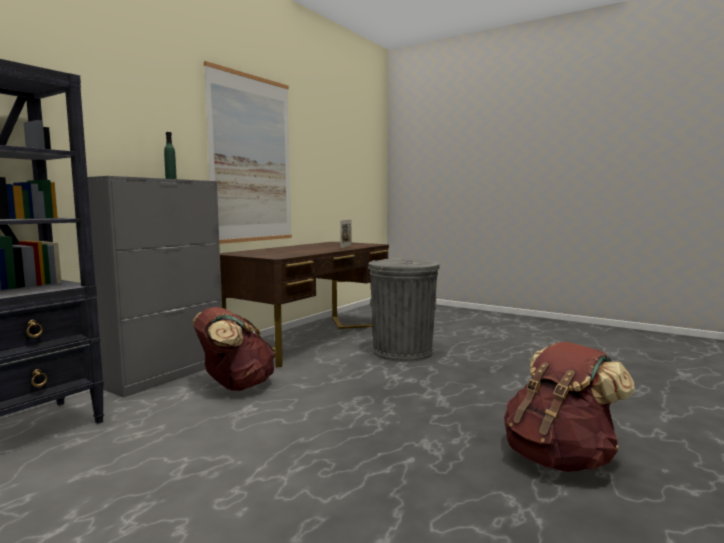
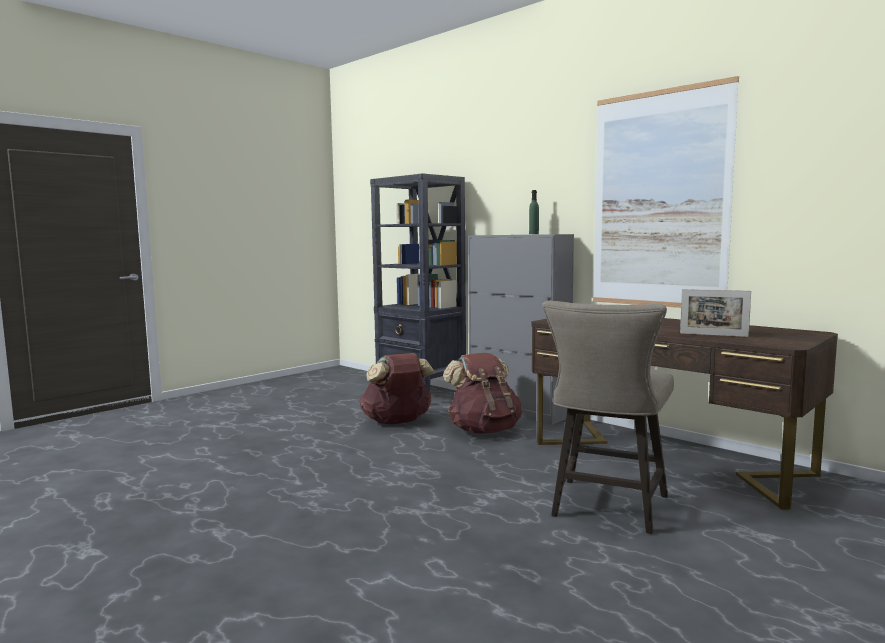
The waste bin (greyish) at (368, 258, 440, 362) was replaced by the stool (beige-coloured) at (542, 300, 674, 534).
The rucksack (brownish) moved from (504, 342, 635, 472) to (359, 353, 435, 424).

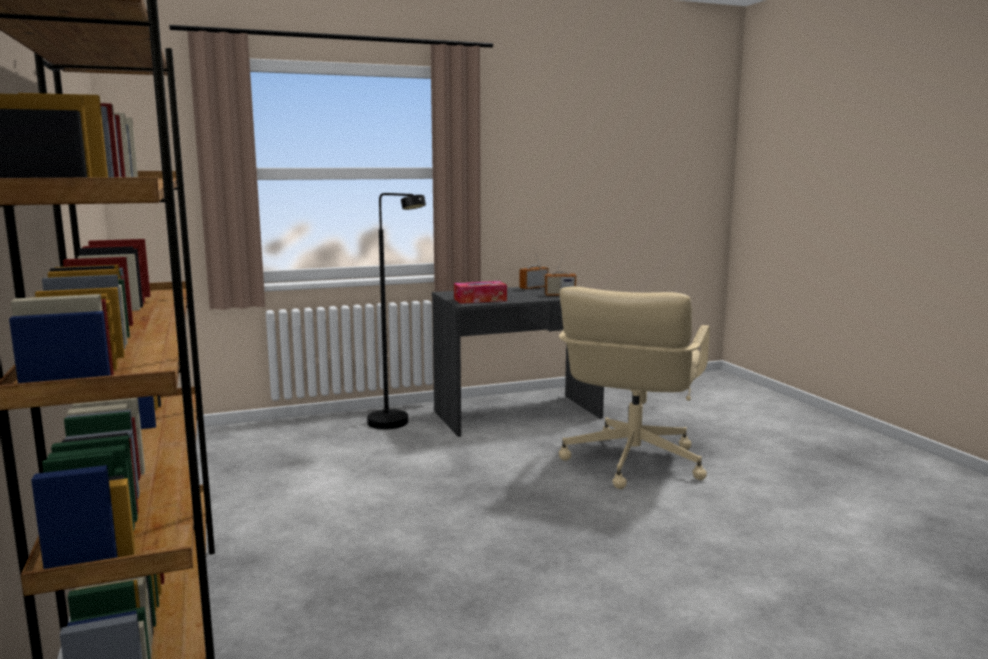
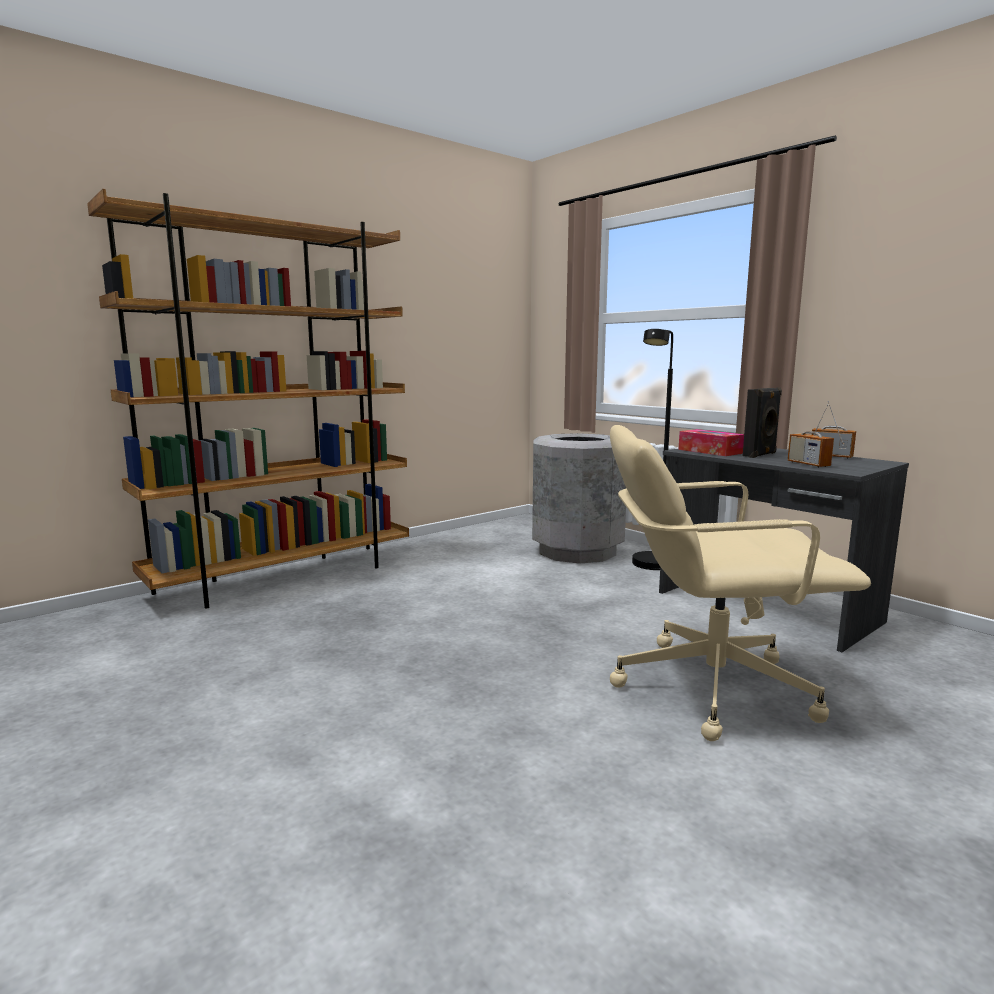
The waste bin (greyish) at (532, 433, 626, 564) appeared.
The speaker (blackish) at (743, 388, 782, 458) appeared.

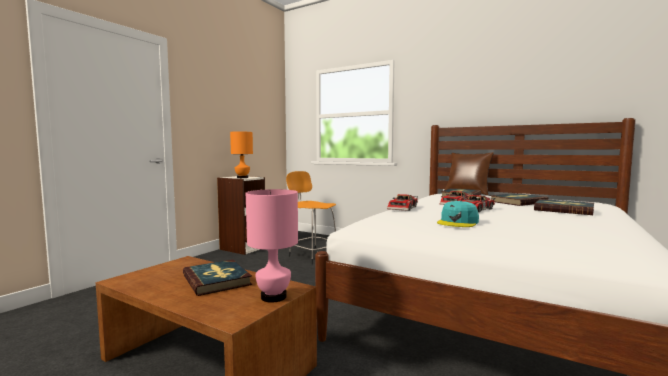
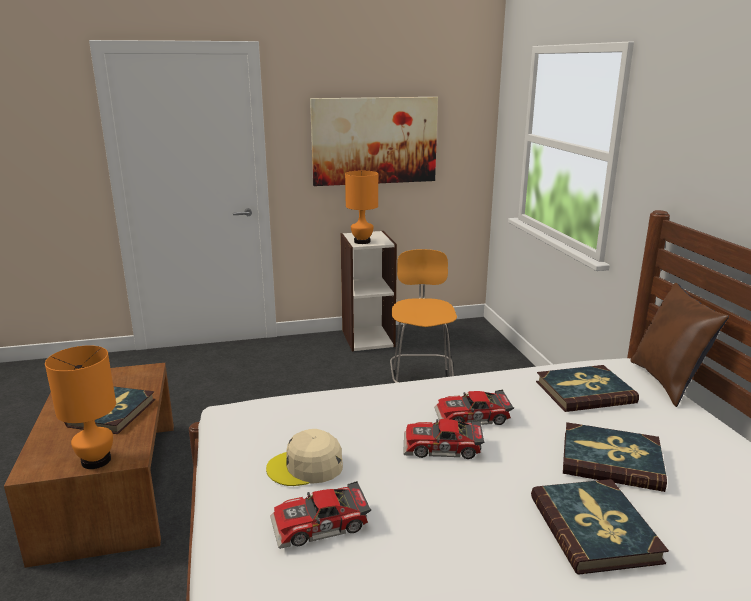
The table lamp (pink-coloured) at (246, 189, 298, 303) became the table lamp (orange) at (45, 345, 116, 469).
The model car moved from (387, 194, 418, 211) to (270, 481, 371, 549).
The peaked cap (blue-green) at (437, 201, 479, 227) became the peaked cap (beige-coloured) at (266, 429, 343, 486).
The wall art at (310, 97, 438, 186) appeared.

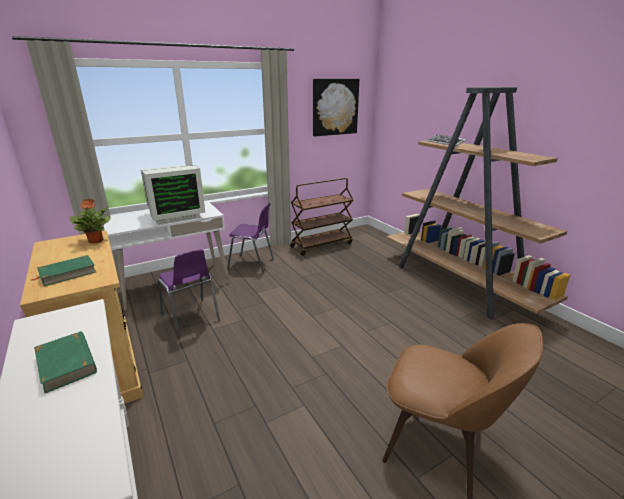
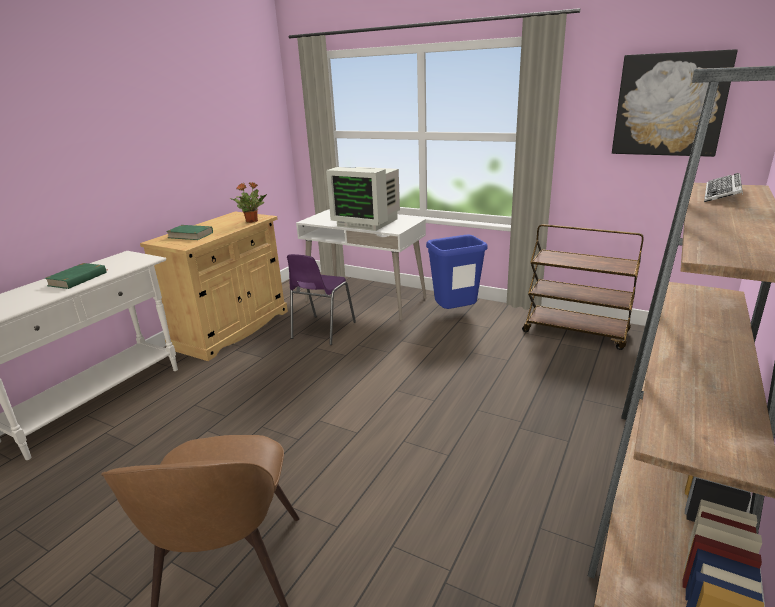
The chair (purple) at (227, 203, 274, 273) was replaced by the waste bin (blue) at (426, 235, 487, 309).

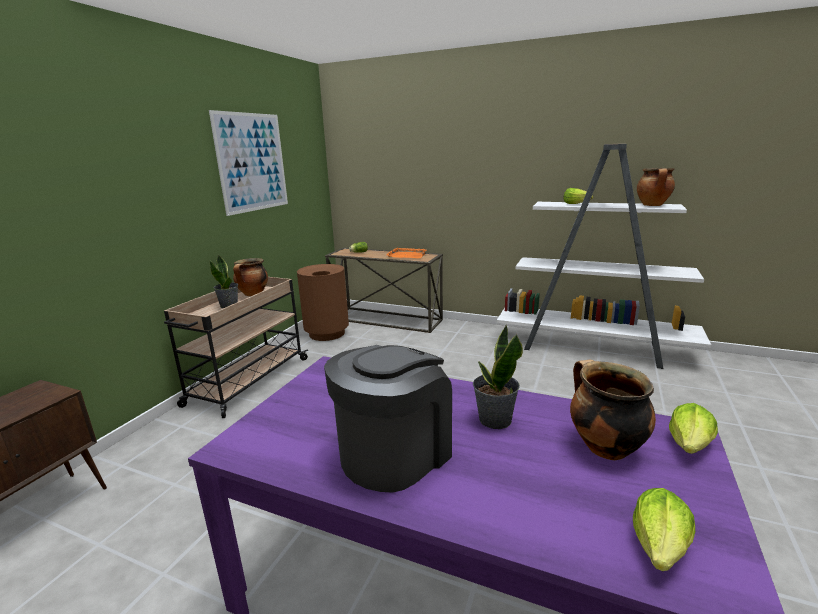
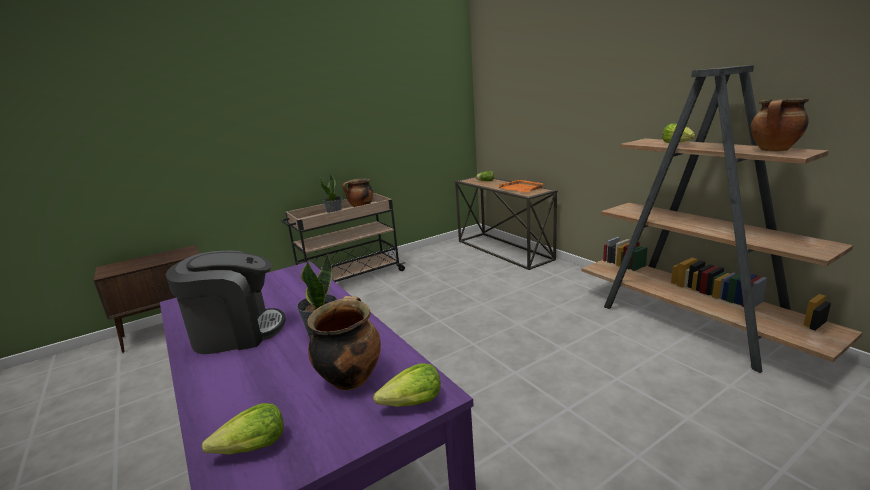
The wall art at (209, 110, 288, 216) disappeared.
The waste bin (brownish) at (297, 264, 349, 341) disappeared.
The bookshelf (white) at (497, 143, 711, 369) became the bookshelf (brownish) at (582, 65, 862, 373).

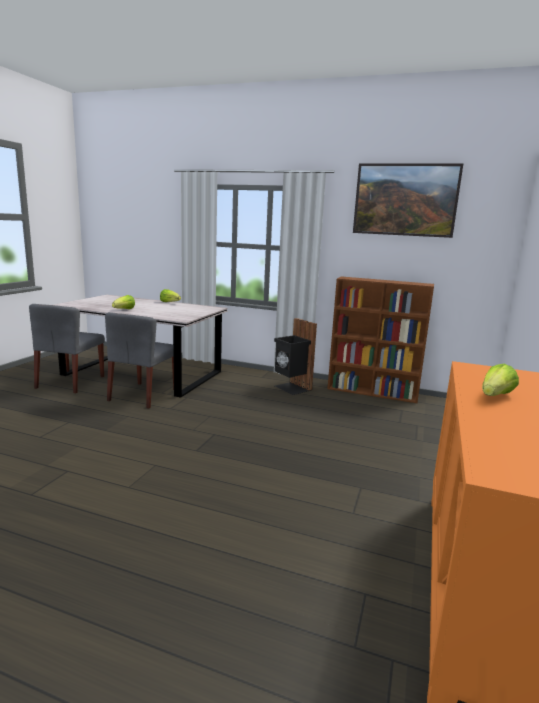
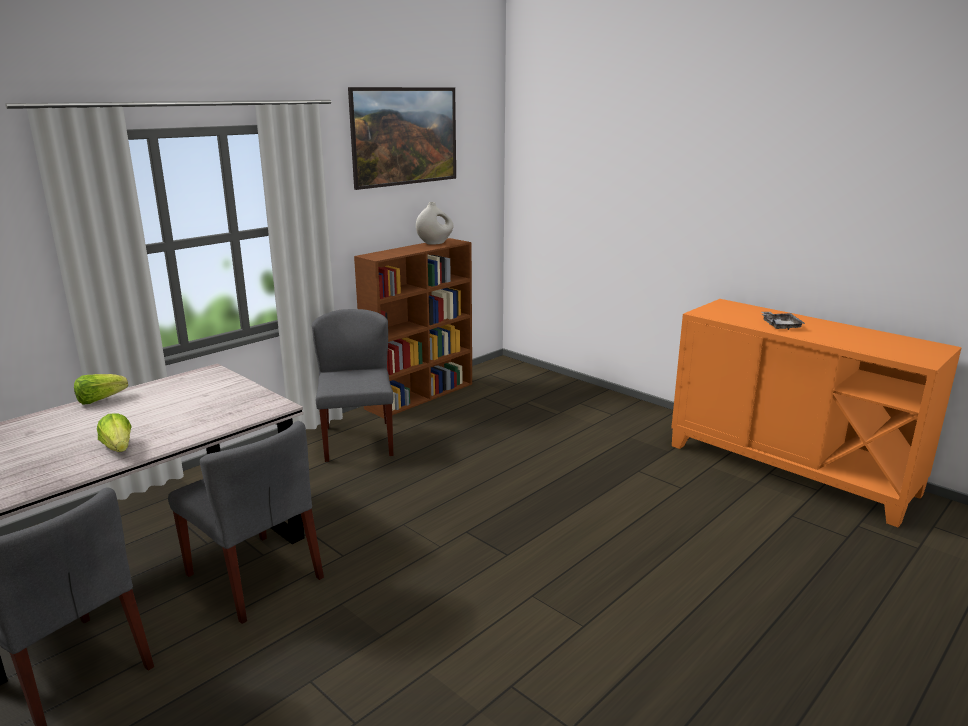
The waste bin (blackish) at (274, 318, 317, 395) was replaced by the chair (greyish) at (312, 309, 394, 462).
The lettuce at (482, 364, 519, 396) was replaced by the serving tray (greyish) at (762, 312, 806, 330).
The vase (white) at (416, 202, 453, 245) appeared.

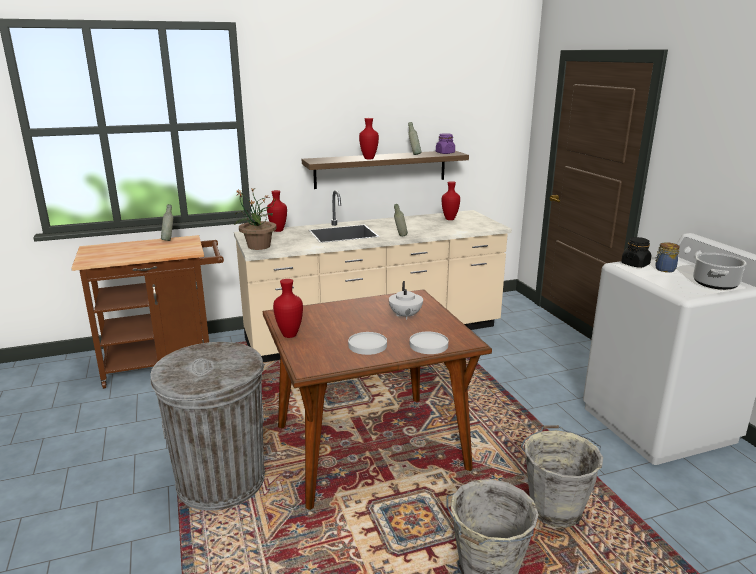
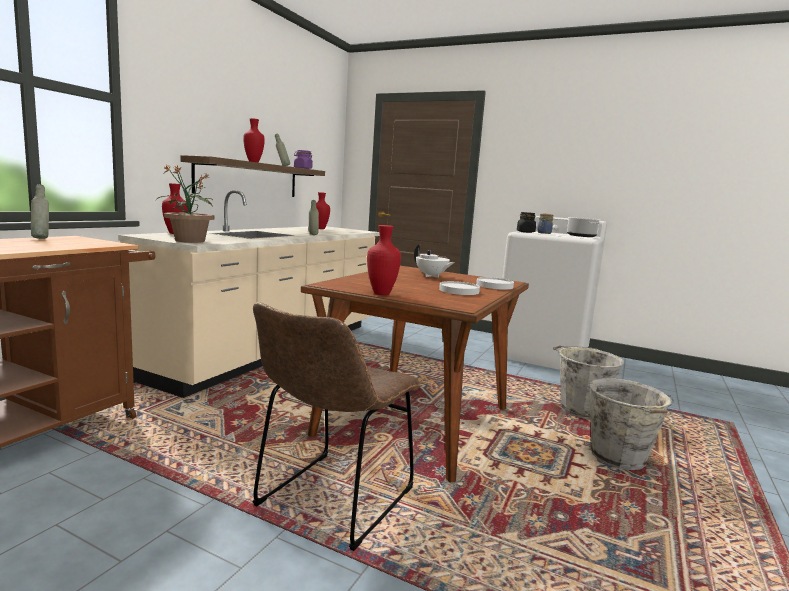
The waste bin (greyish) at (150, 342, 265, 511) was replaced by the chair (brownish) at (252, 302, 420, 551).

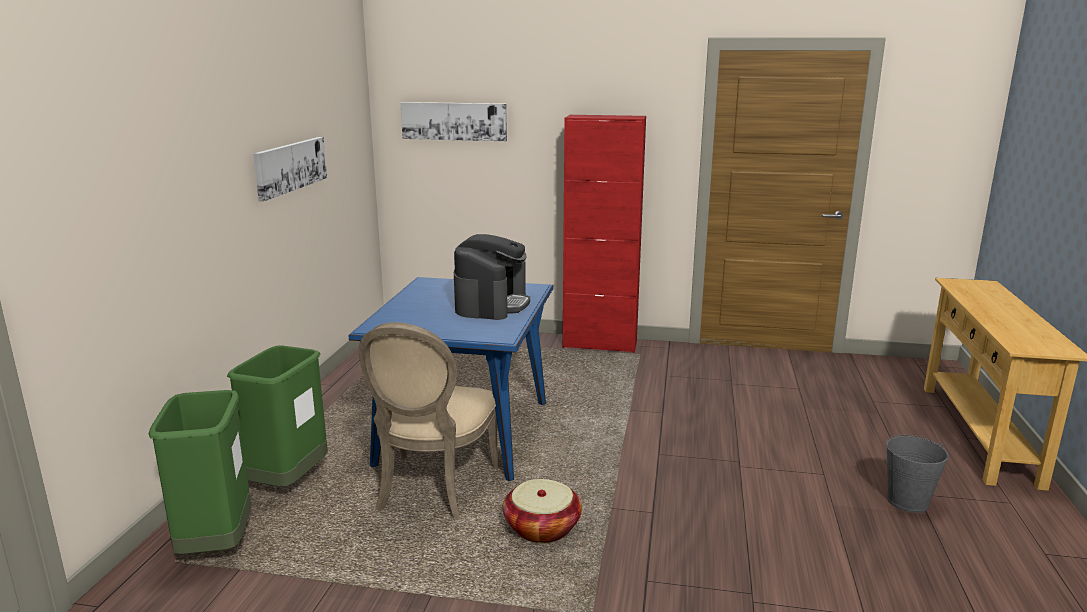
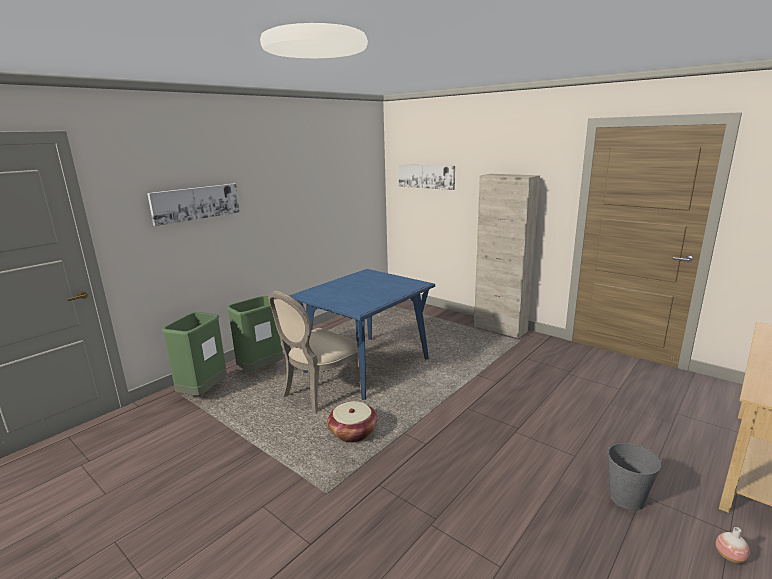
The wall art moved from (253, 137, 327, 201) to (147, 184, 240, 226).
The coffee machine at (454, 234, 530, 320) disappeared.
The storage cabinet (reddish) at (563, 115, 646, 353) became the storage cabinet (beige-coloured) at (474, 174, 540, 339).
The vase at (716, 527, 750, 563) appeared.

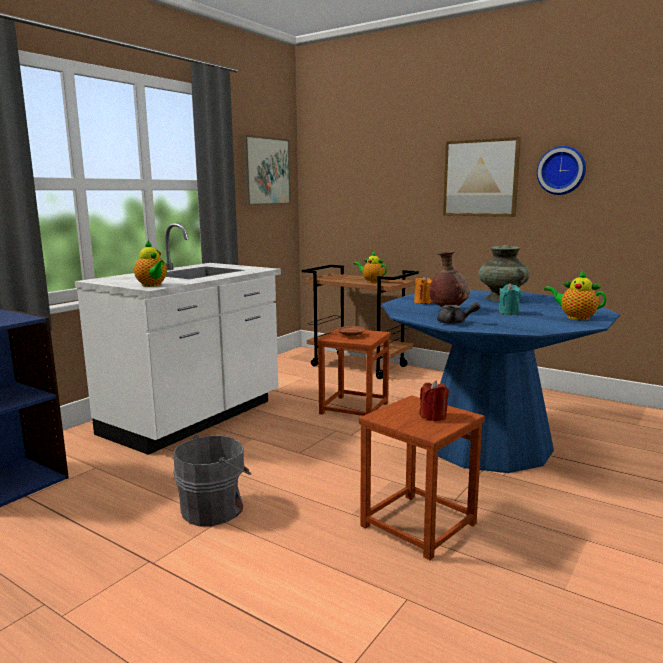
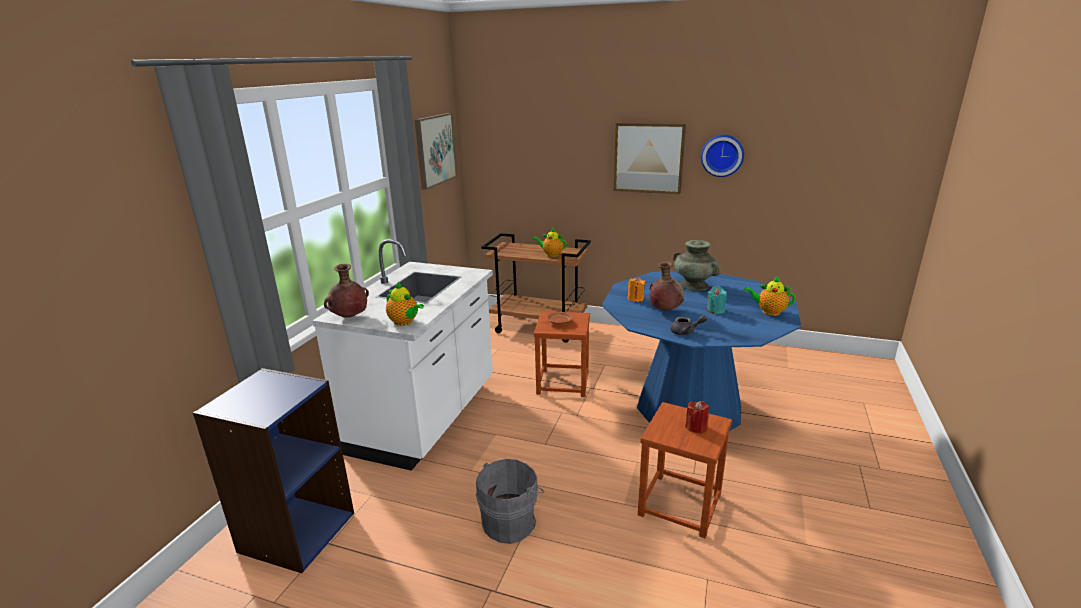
The vase (brownish) at (324, 264, 369, 318) appeared.

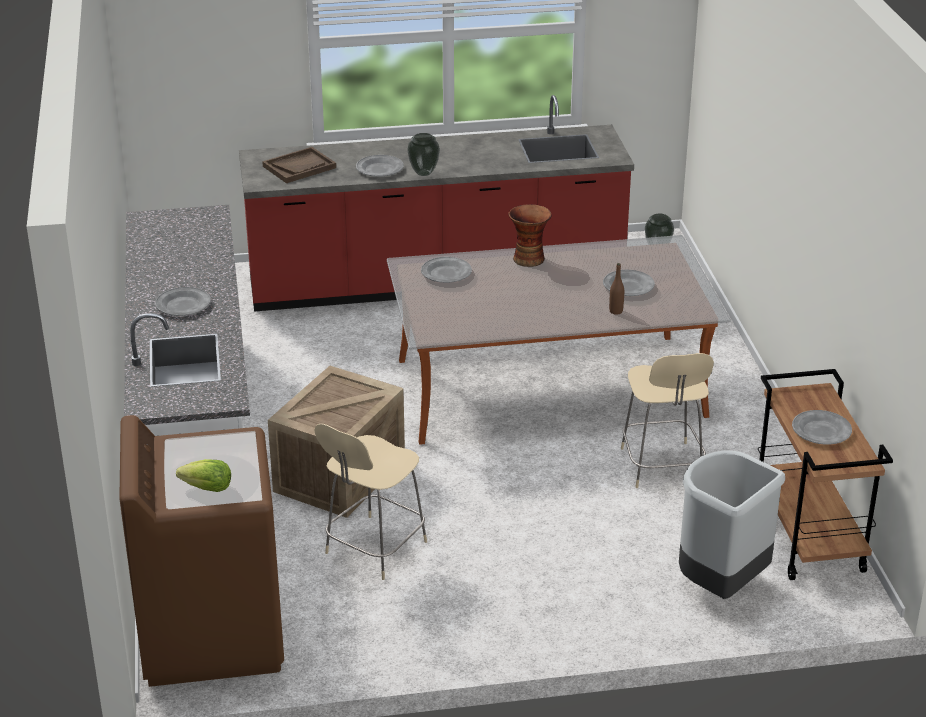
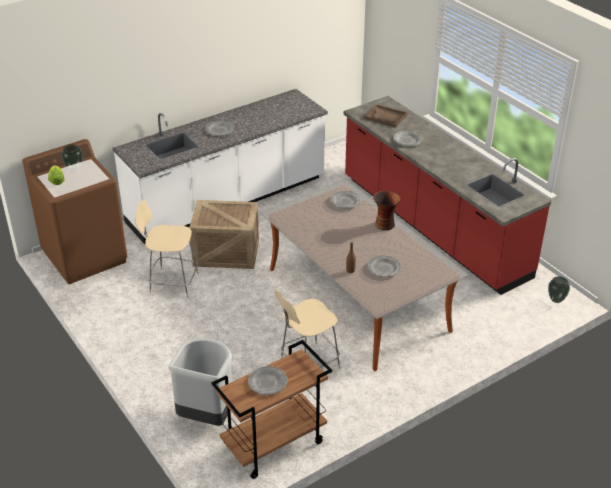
The vase moved from (407, 133, 440, 176) to (61, 144, 83, 172).

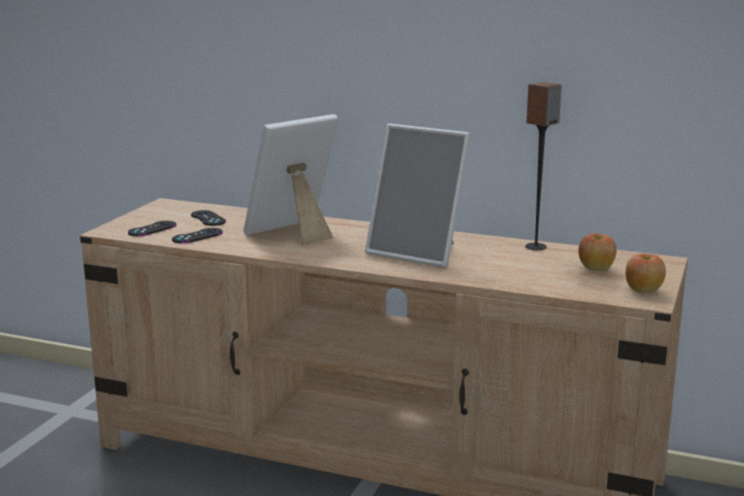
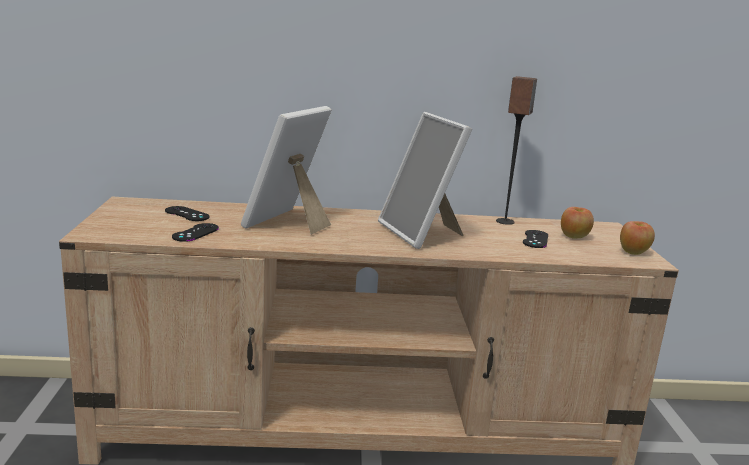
The gamepad (blackish) moved from (128, 221, 176, 236) to (523, 230, 548, 248).
The photo frame at (365, 123, 471, 268) turned 60 degrees clockwise.

